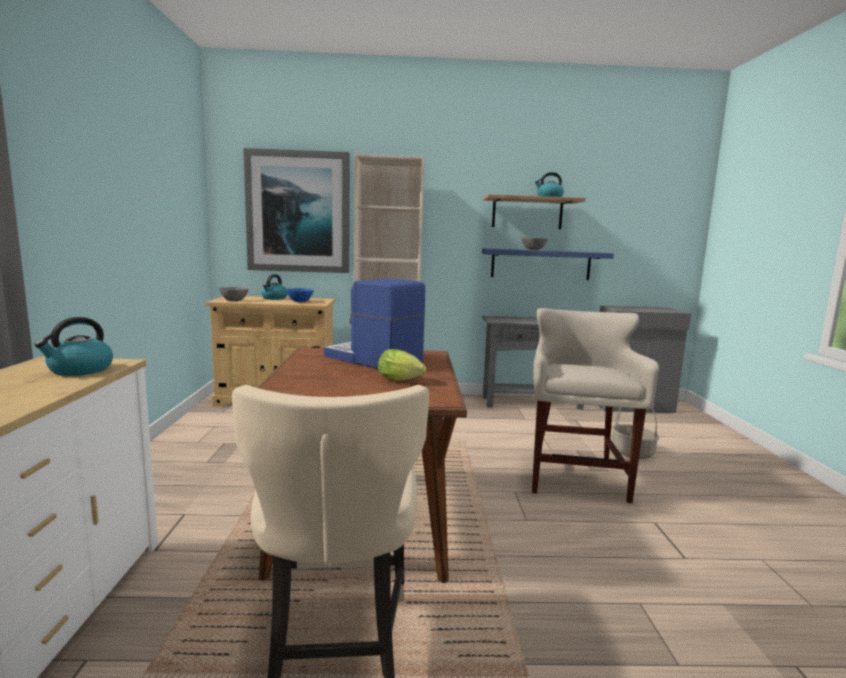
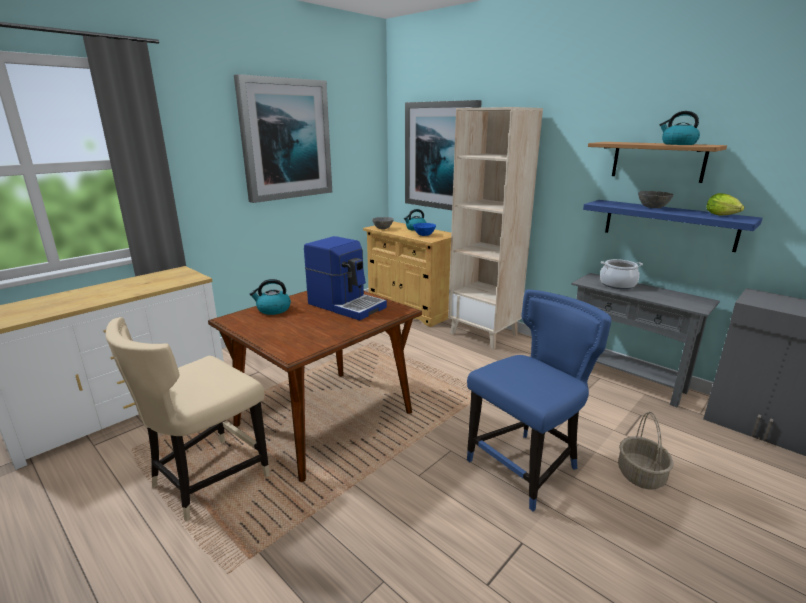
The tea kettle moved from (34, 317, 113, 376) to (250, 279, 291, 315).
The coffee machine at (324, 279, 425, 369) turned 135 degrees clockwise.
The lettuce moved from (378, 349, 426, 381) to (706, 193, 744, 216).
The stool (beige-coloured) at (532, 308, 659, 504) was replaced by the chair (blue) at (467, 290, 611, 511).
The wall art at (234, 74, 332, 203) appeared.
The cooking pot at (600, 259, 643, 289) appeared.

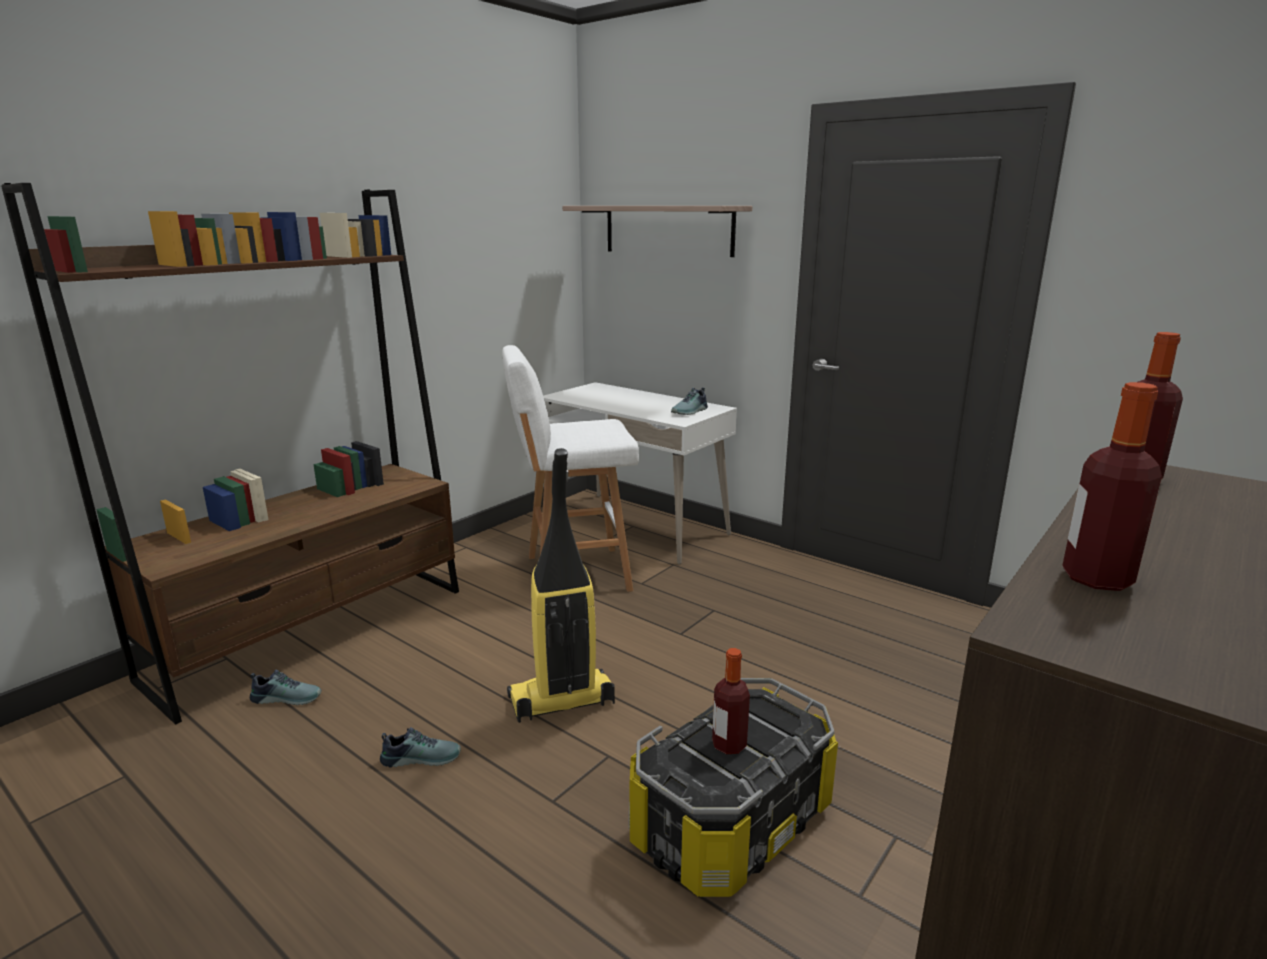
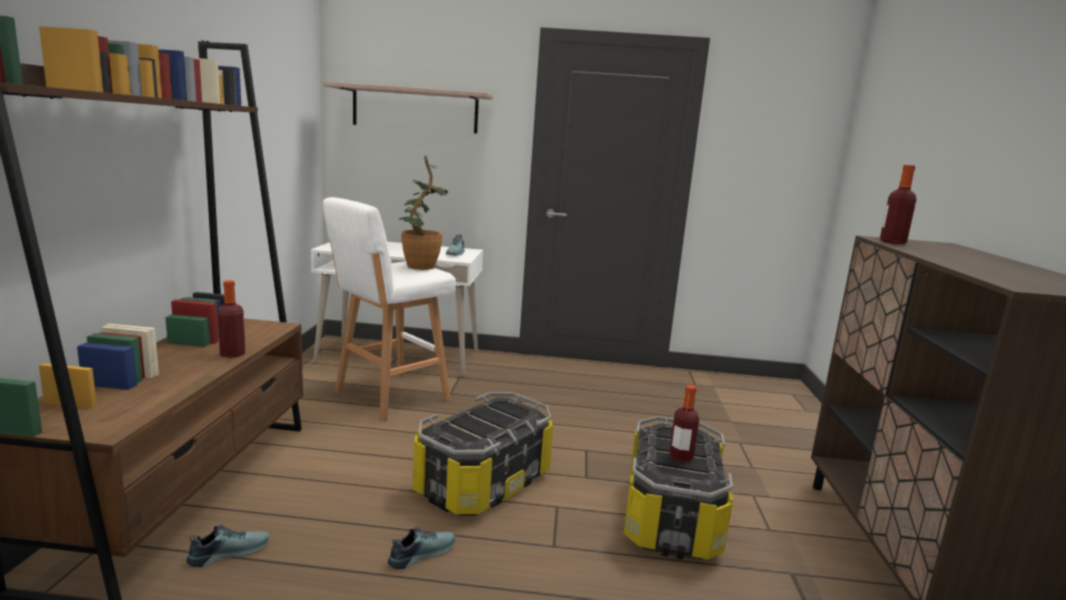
The vacuum at (507, 448, 615, 723) was replaced by the storage container at (412, 392, 554, 516).
The beverage bottle moved from (1062, 382, 1162, 591) to (218, 280, 245, 358).
The plant in a pot at (399, 156, 448, 270) appeared.

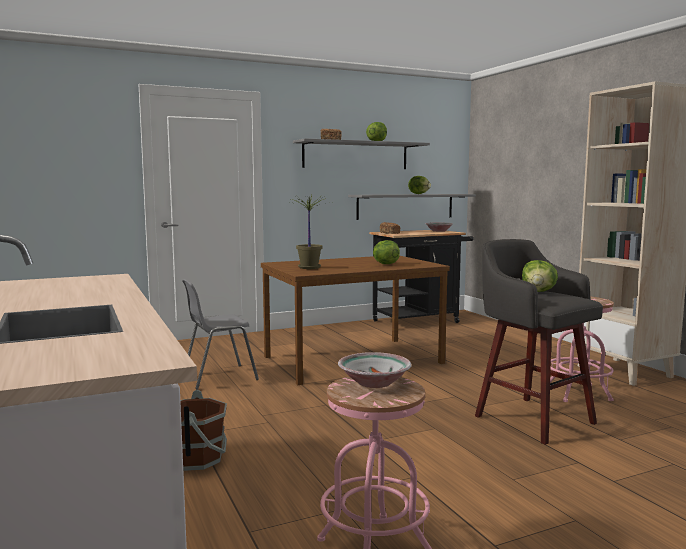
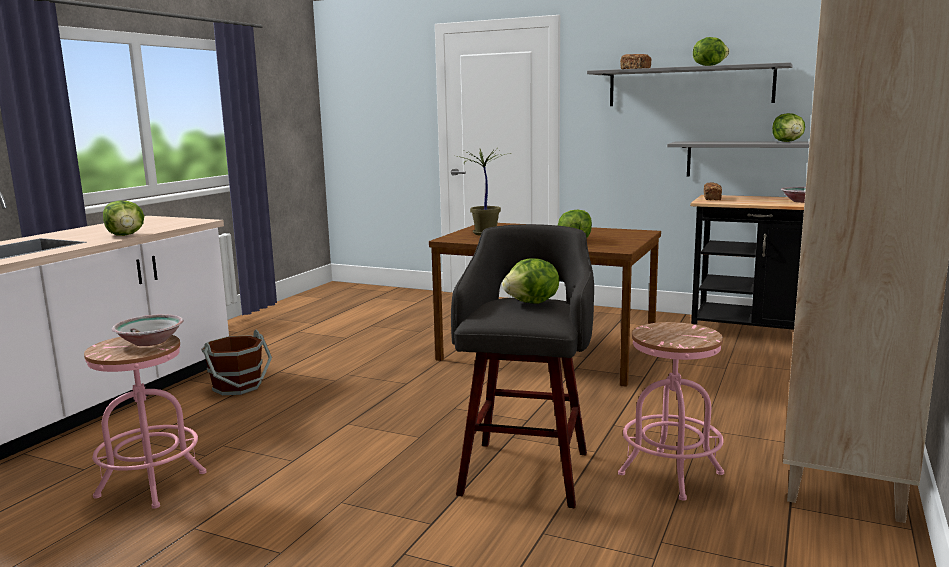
The chair (greyish) at (182, 279, 259, 390) disappeared.
The lettuce at (103, 201, 144, 236) appeared.

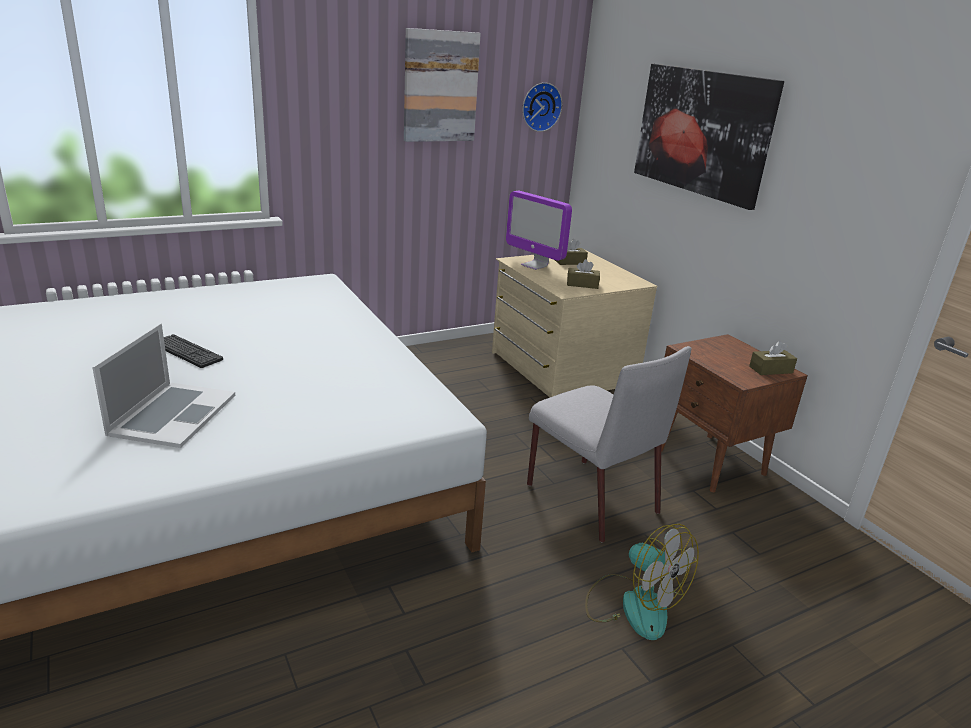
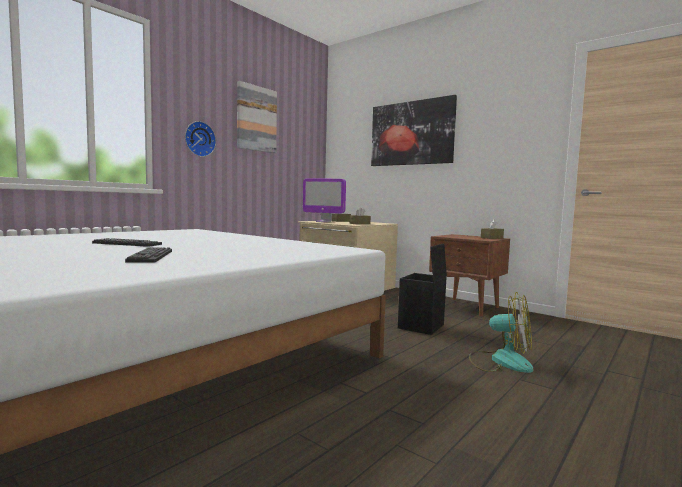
The notebook computer at (92, 323, 235, 448) was replaced by the PC keyboard at (125, 247, 172, 263).
The clock on the wall moved from (522, 82, 562, 132) to (185, 121, 216, 157).
The chair (greyish) at (527, 346, 692, 543) was replaced by the storage container (blackish) at (398, 243, 447, 335).

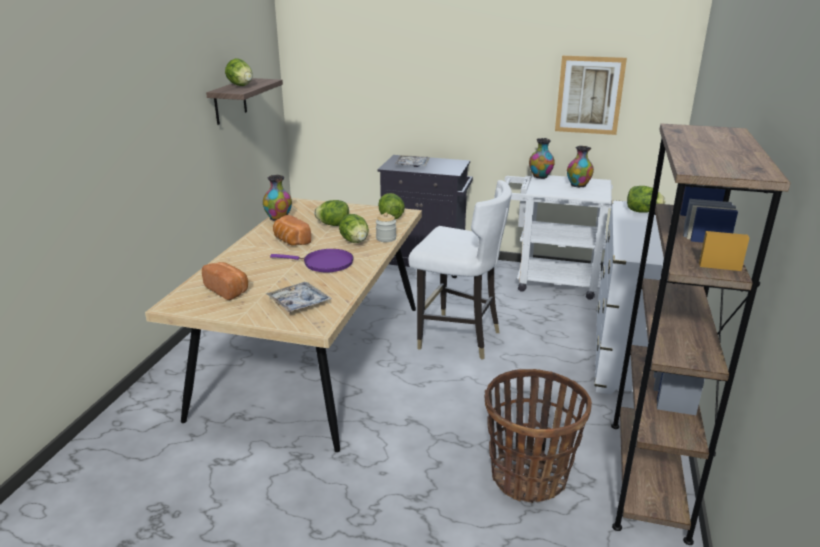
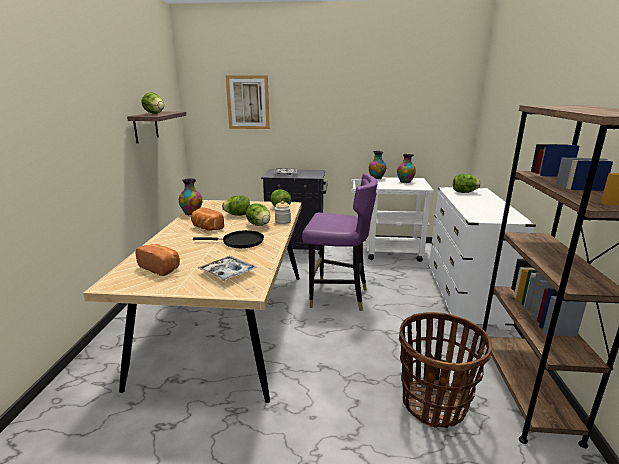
The skillet (purple) at (270, 249, 354, 272) became the skillet (blackish) at (193, 230, 264, 248).
The chair (white) at (408, 180, 512, 360) became the chair (purple) at (302, 174, 378, 311).
The wall art moved from (555, 56, 627, 135) to (226, 75, 270, 129).

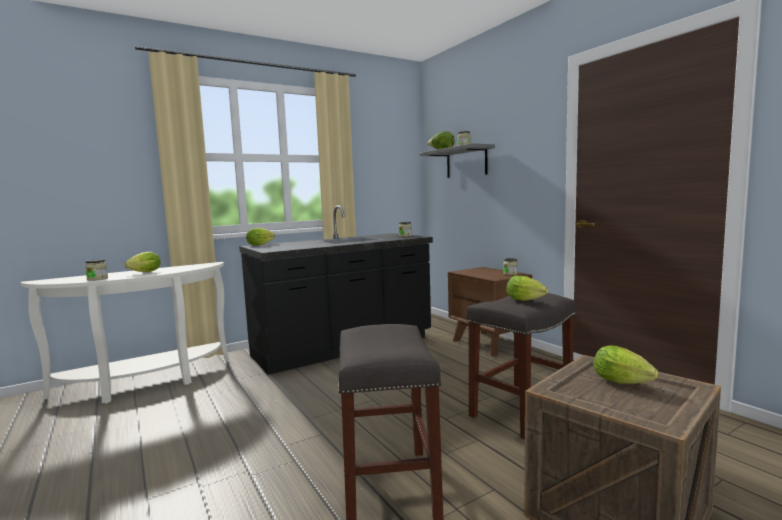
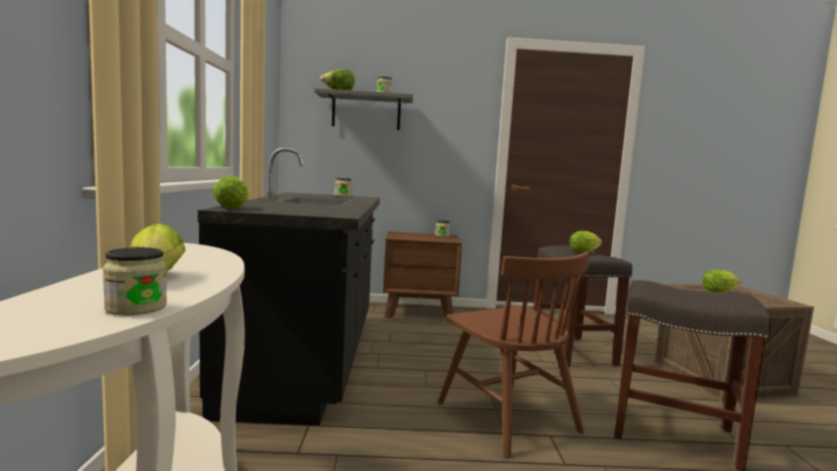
The chair (brownish) at (438, 252, 590, 458) appeared.

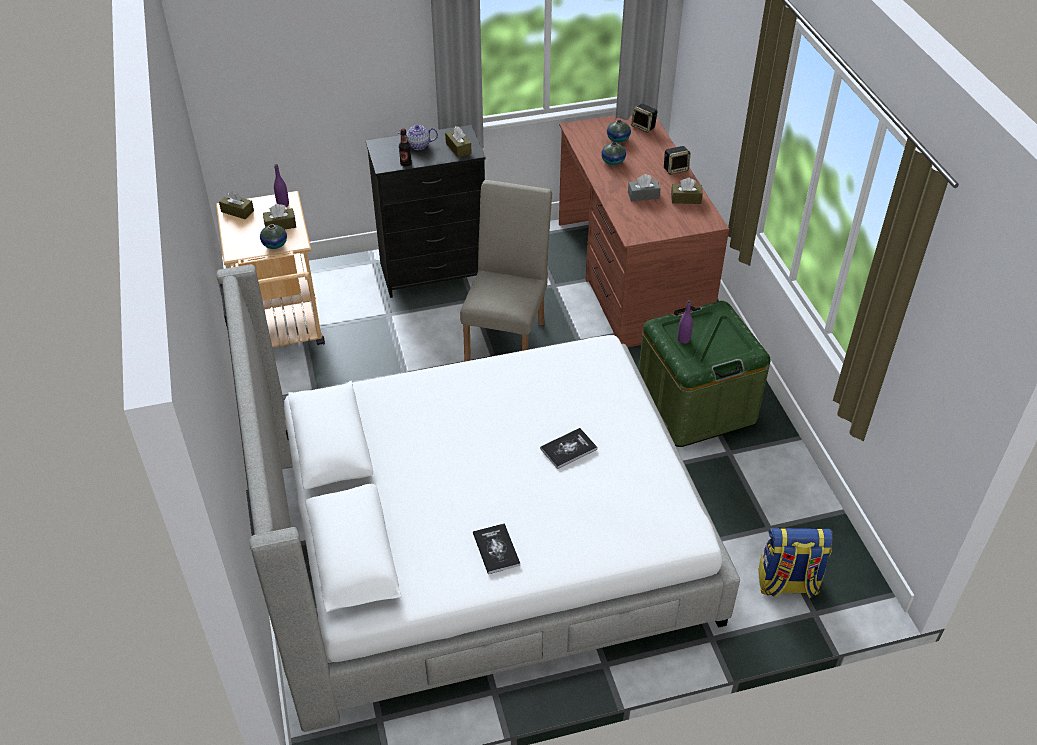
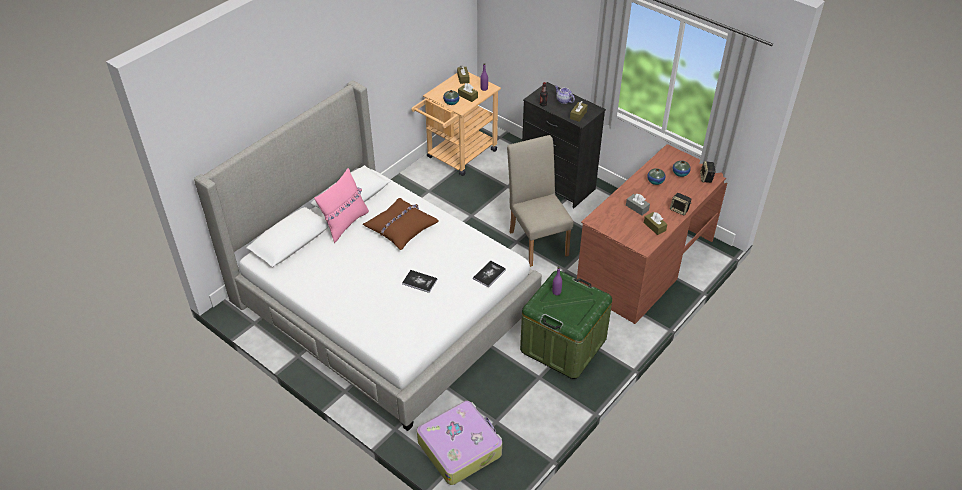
The chair (beige-coloured) at (460, 180, 552, 362) turned 90 degrees counterclockwise.
The volume moved from (473, 523, 520, 574) to (473, 261, 506, 287).
The rucksack at (758, 527, 833, 598) was replaced by the piece of luggage at (417, 401, 502, 485).
The cushion (pink-coloured) at (314, 168, 369, 243) appeared.
The cushion (brownish) at (363, 198, 439, 250) appeared.

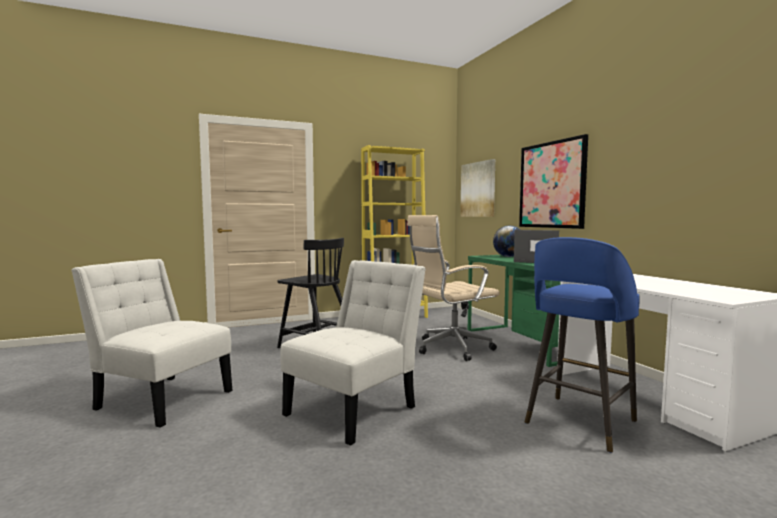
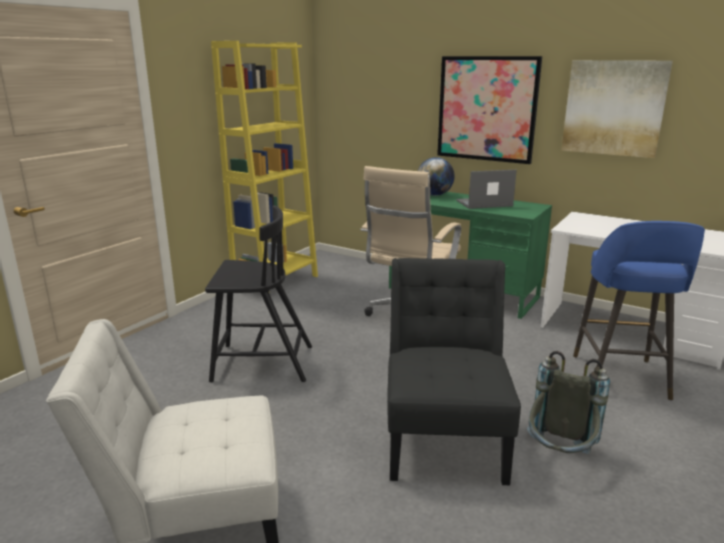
The chair (white) at (280, 260, 426, 446) became the chair (blackish) at (387, 258, 521, 485).
The wall art moved from (460, 159, 495, 217) to (561, 60, 673, 158).
The rucksack (greyish) at (527, 351, 610, 454) appeared.

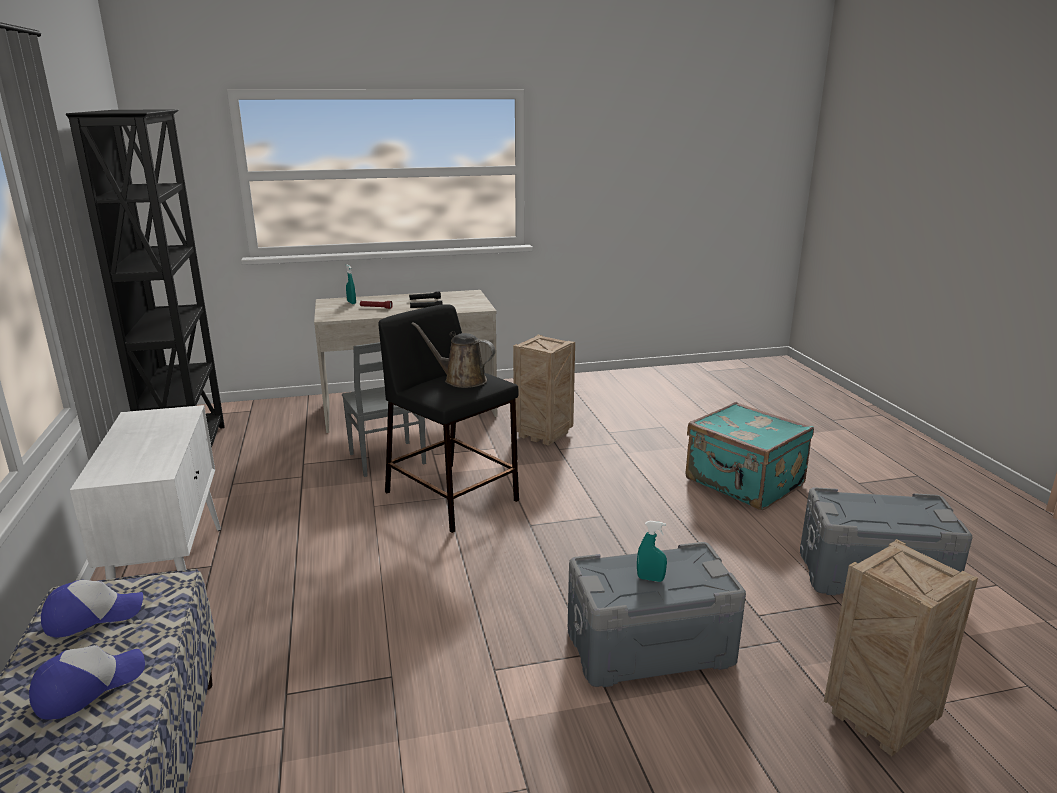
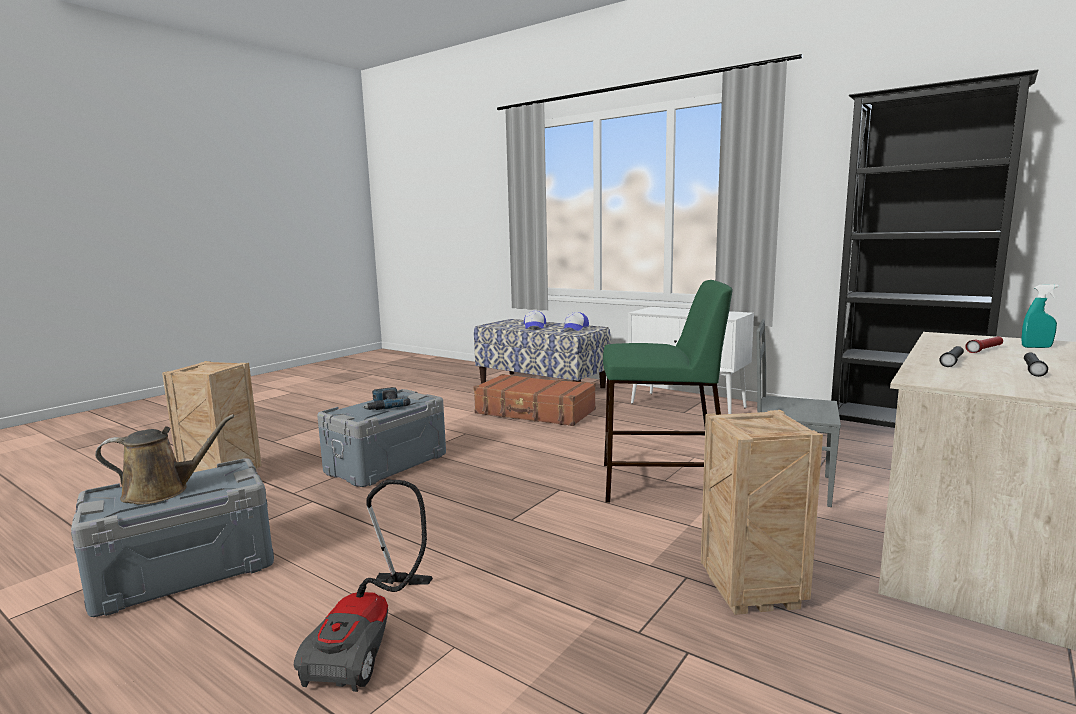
The stool (blackish) at (378, 304, 519, 533) became the stool (green) at (603, 280, 733, 503).
The watering pot (brownish) moved from (411, 322, 496, 388) to (95, 414, 235, 504).
The hand sprayer (blue-green) at (637, 521, 667, 582) was replaced by the drill at (362, 387, 411, 410).
The piece of luggage (blue-green) at (686, 402, 814, 510) was replaced by the vacuum at (294, 479, 433, 692).
The piece of luggage (brownish) at (473, 374, 596, 426) appeared.

